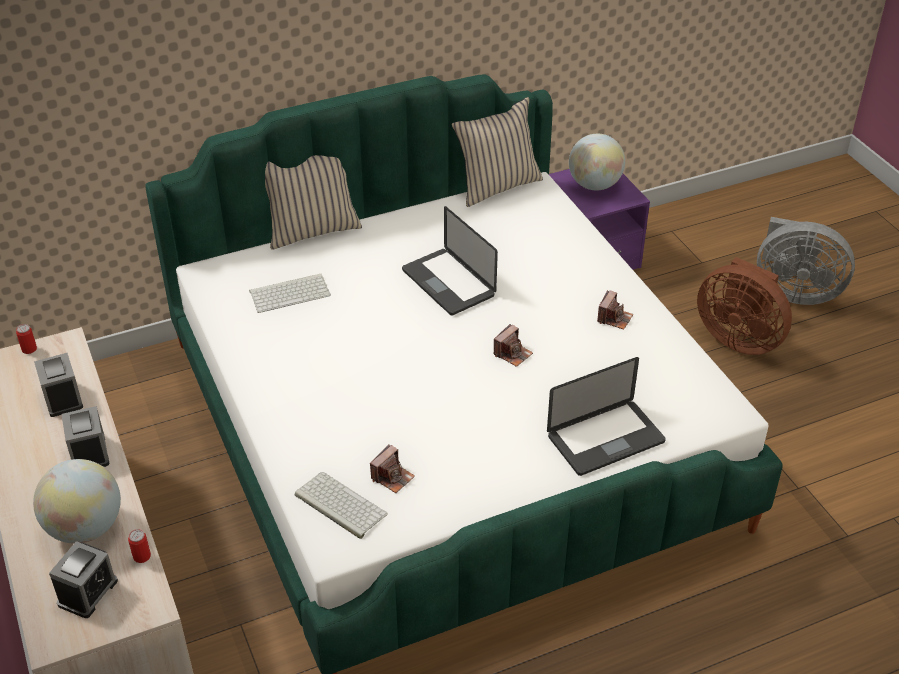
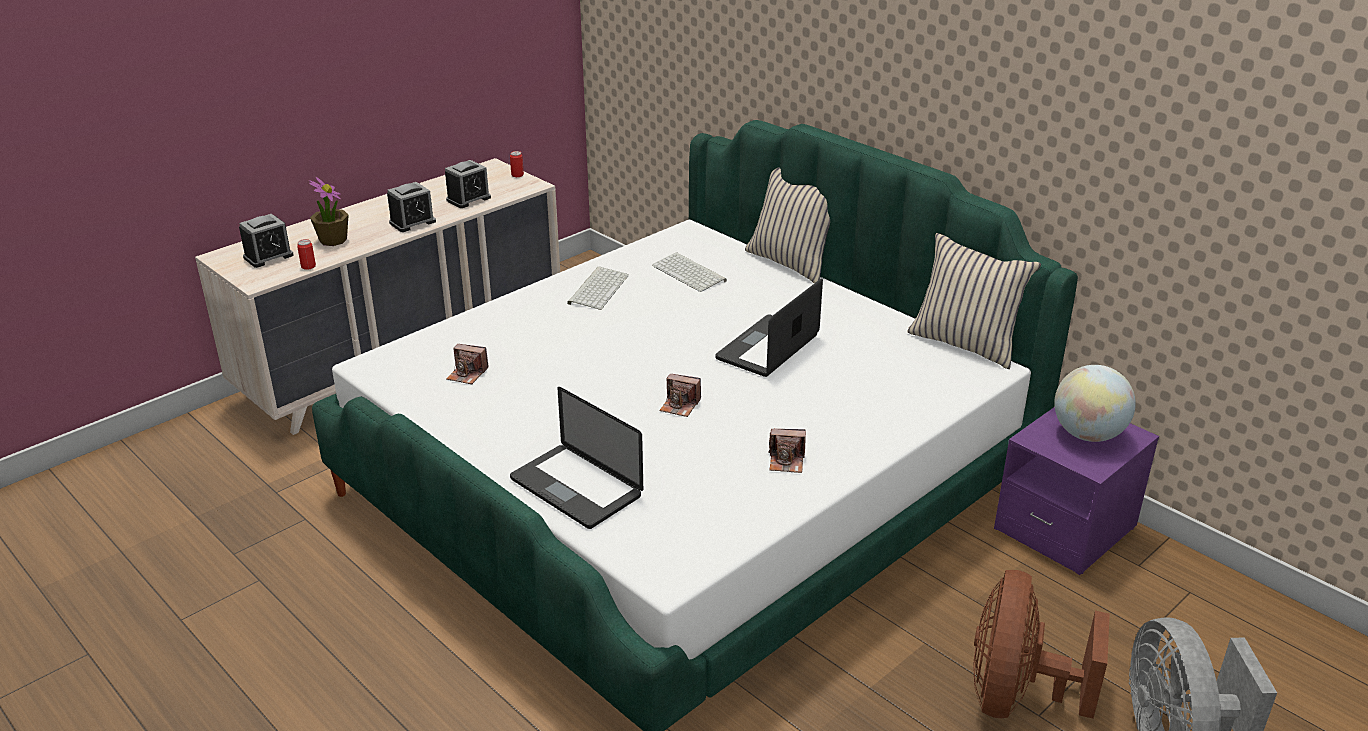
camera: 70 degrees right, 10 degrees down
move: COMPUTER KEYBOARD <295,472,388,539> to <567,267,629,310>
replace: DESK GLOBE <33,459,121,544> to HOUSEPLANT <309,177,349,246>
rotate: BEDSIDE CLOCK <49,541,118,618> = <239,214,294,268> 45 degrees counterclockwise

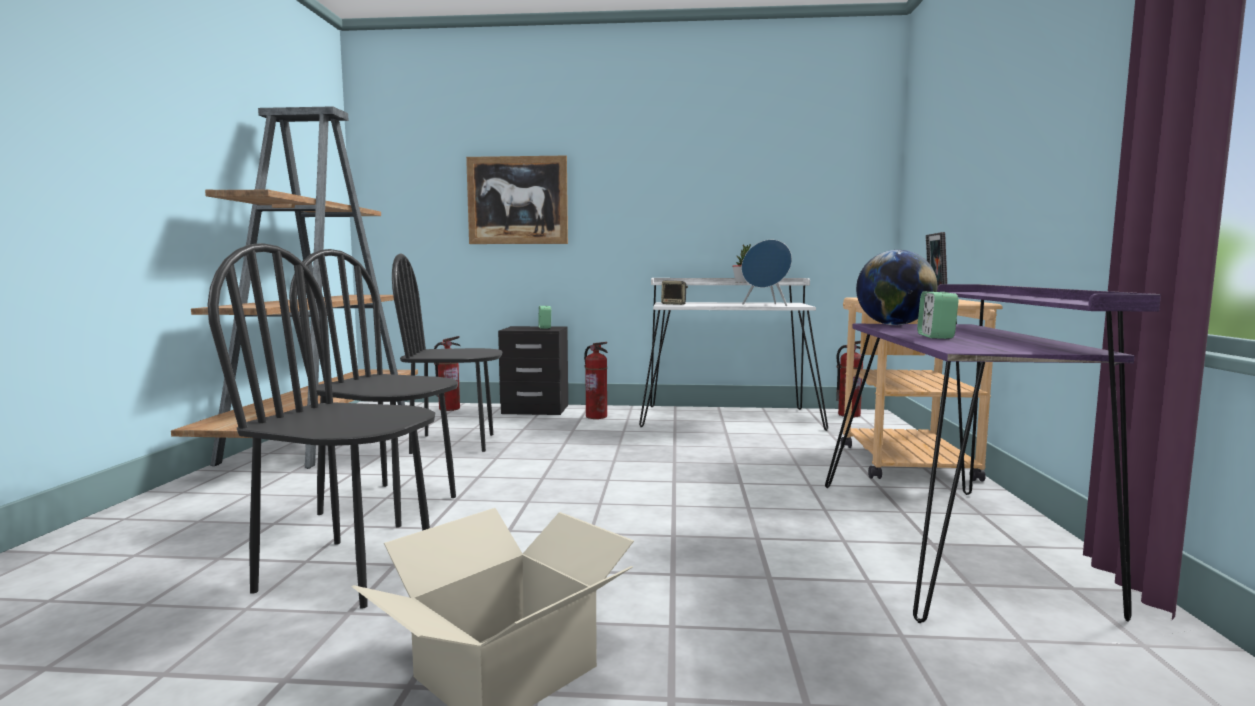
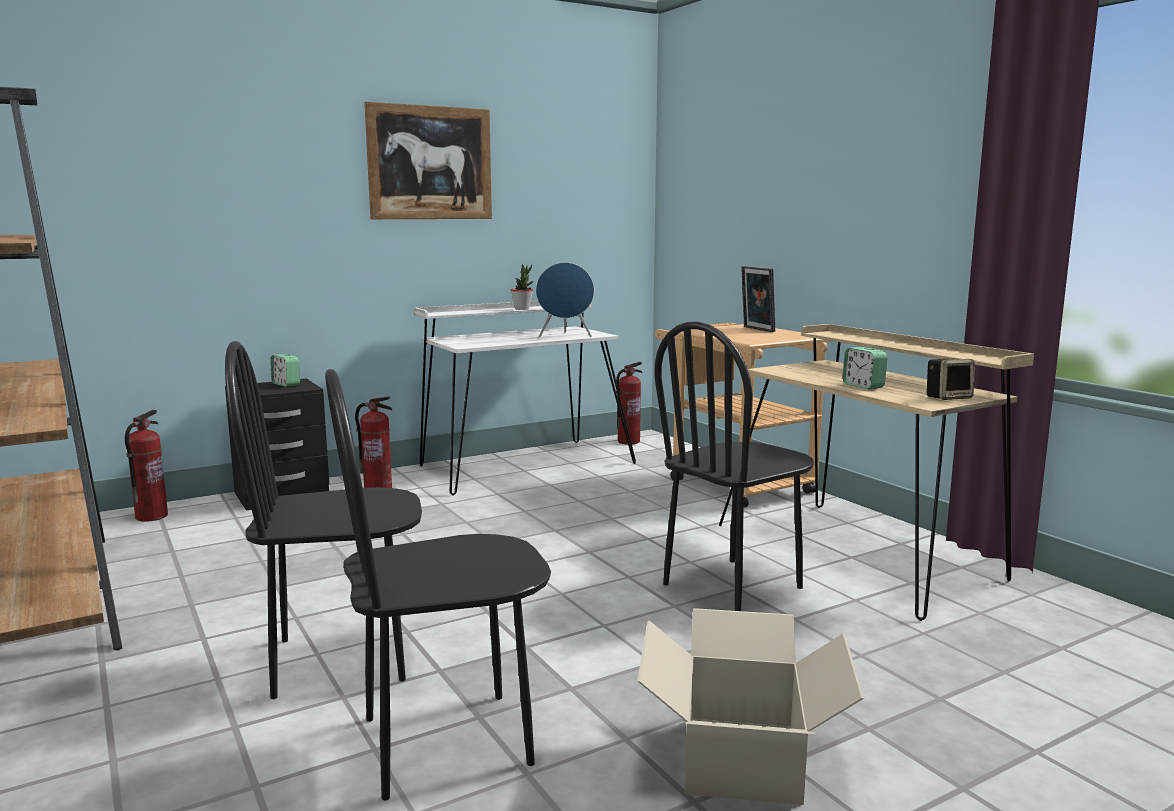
camera: 35 degrees left, 5 degrees up
delete: DESK GLOBE <856,250,937,325>
move: WALL ART <466,156,568,244> to <364,102,492,219>; BLACKISH CHAIR <392,253,502,454> to <654,322,814,611>; AUDIO SPEAKER <661,281,688,305> to <927,358,975,400>
recolor: PURPLE-COLOURED DESK <825,284,1161,623> to BEIGE DESK <719,324,1034,621>

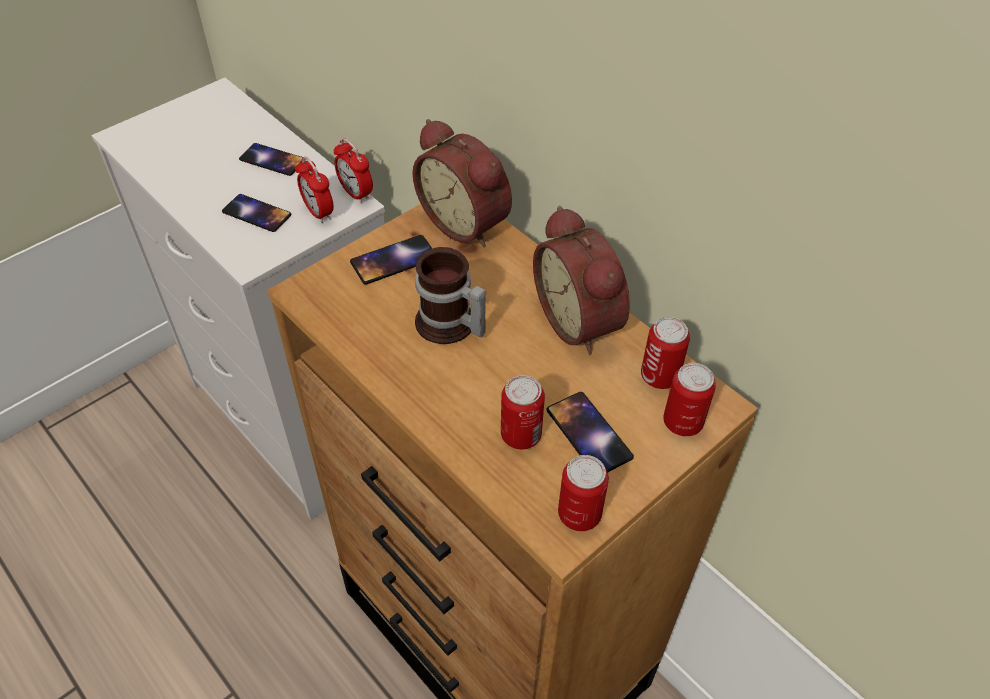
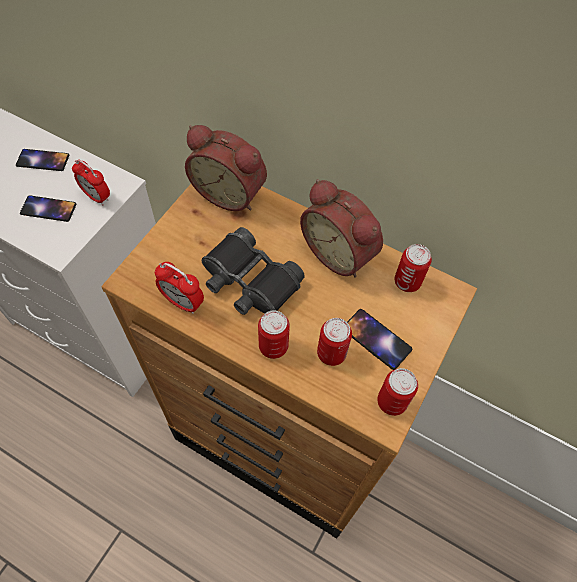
camera: 20 degrees left, 10 degrees up
delete: HANDSET <350,235,432,285>
move: BEDSIDE CLOCK <334,138,373,203> to <155,262,204,314>; CAN <663,363,716,436> to <258,310,290,359>
replace: COFFEE MUG <415,247,486,344> to BLACKISH FIELD GLASSES <202,227,305,315>

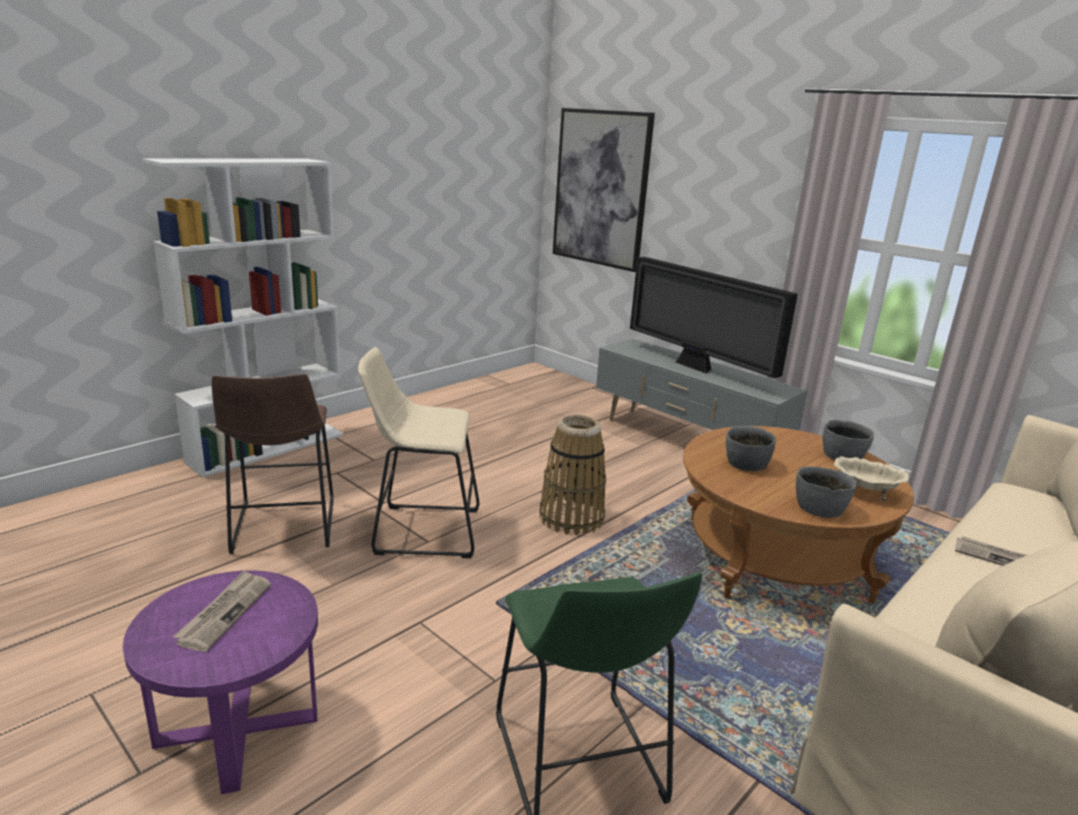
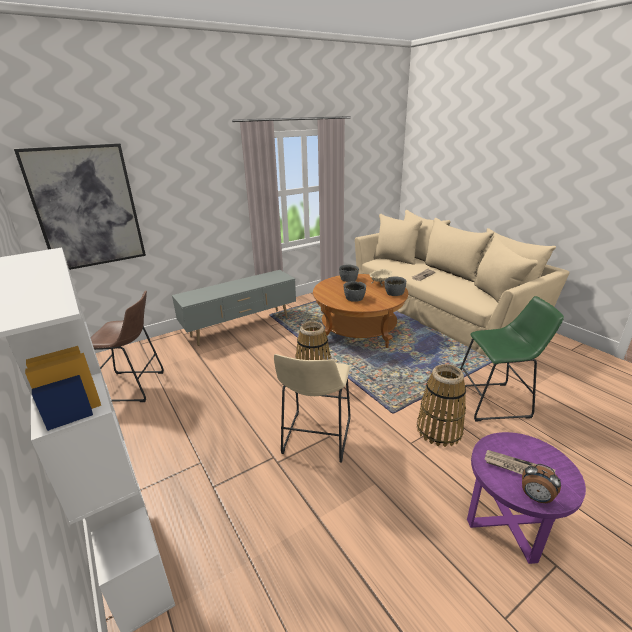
camera: 75 degrees left, 5 degrees up
delete: TV SET <630,257,798,378>
insert: STORAGE BASKET <417,364,466,447>; BEDSIDE CLOCK <522,464,561,504>
move: BROWN-COLOURED STOOL <211,374,334,554> to <91,291,164,402>

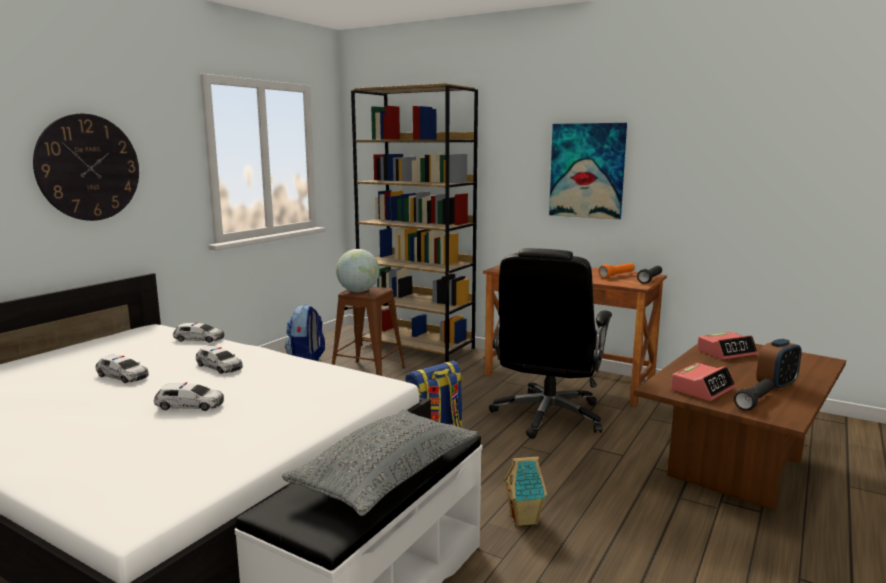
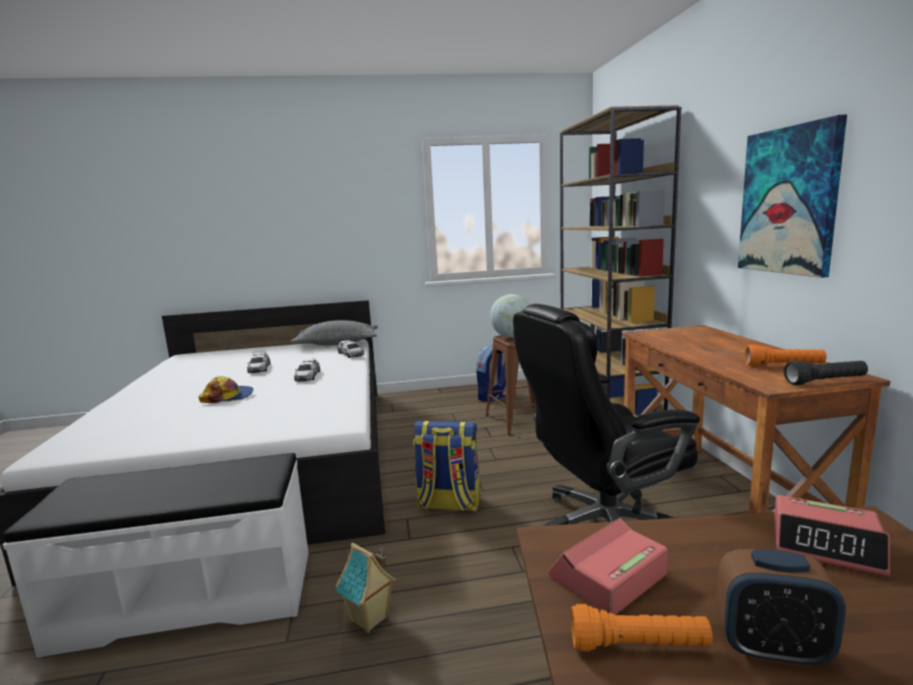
camera: 50 degrees right, 0 degrees up
delete: WALL CLOCK <33,113,139,221>
move: GREYISH THROW PILLOW <282,409,478,516> to <291,320,378,346>
replace: TOY CAR <154,382,224,411> to CAP <199,376,253,403>
recolor: BLACKISH FLASHLIGHT <734,378,775,411> to ORANGE-COLOURED FLASHLIGHT <571,604,713,652>
rotate: BEDSIDE CLOCK <671,363,736,401> = <548,518,668,614> 135 degrees clockwise

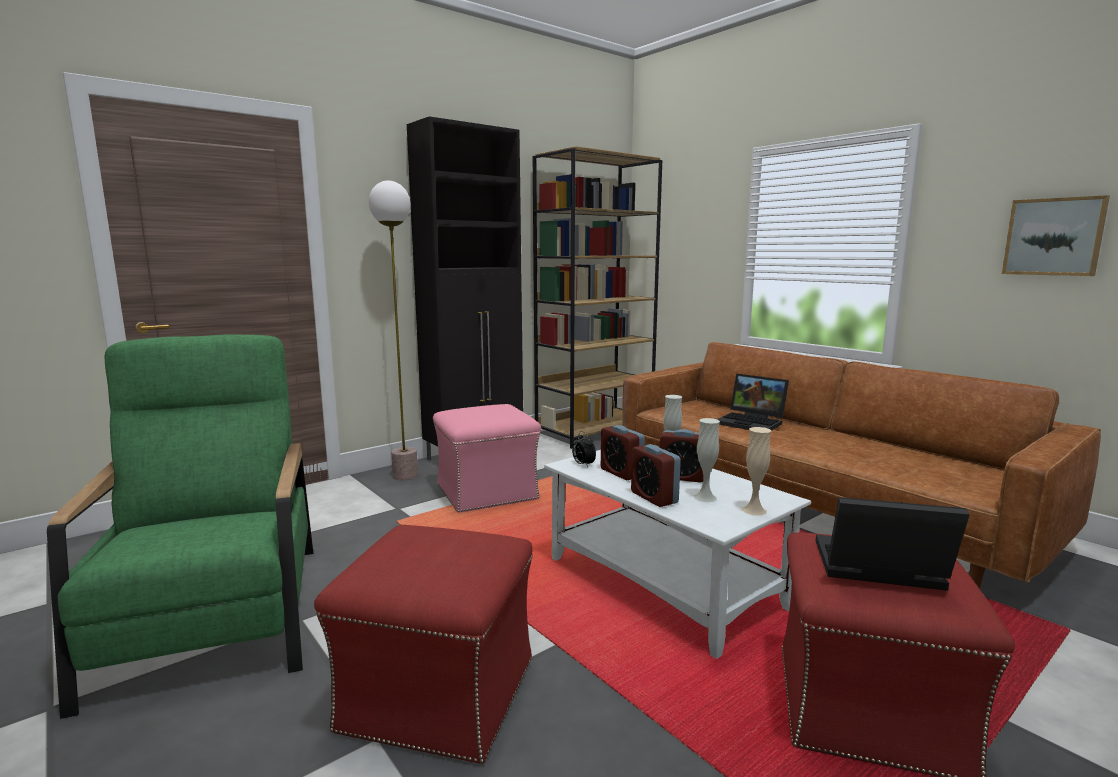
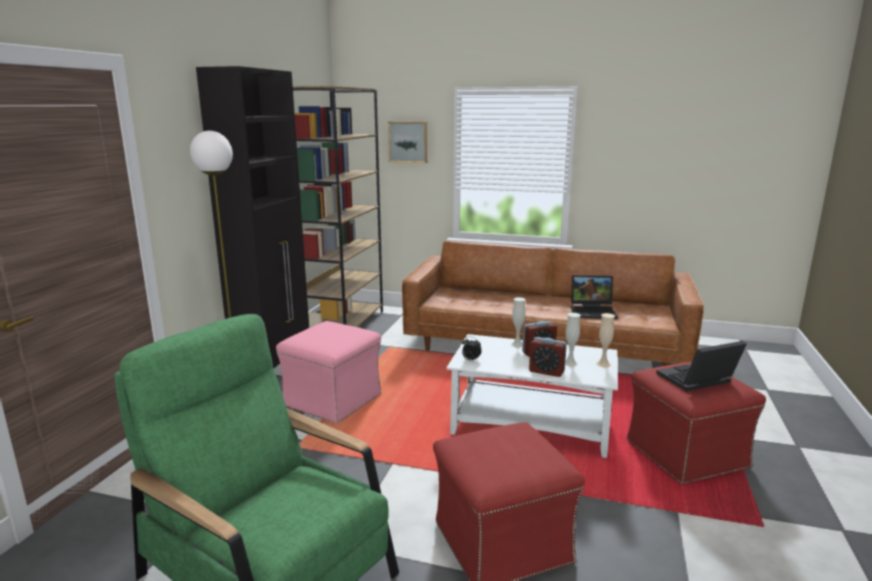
camera: 35 degrees left, 5 degrees up
delete: BEDSIDE CLOCK <601,425,645,480>
move: WALL ART <1002,195,1110,276> to <388,122,427,163>; LAPTOP <717,373,789,431> to <571,275,618,319>

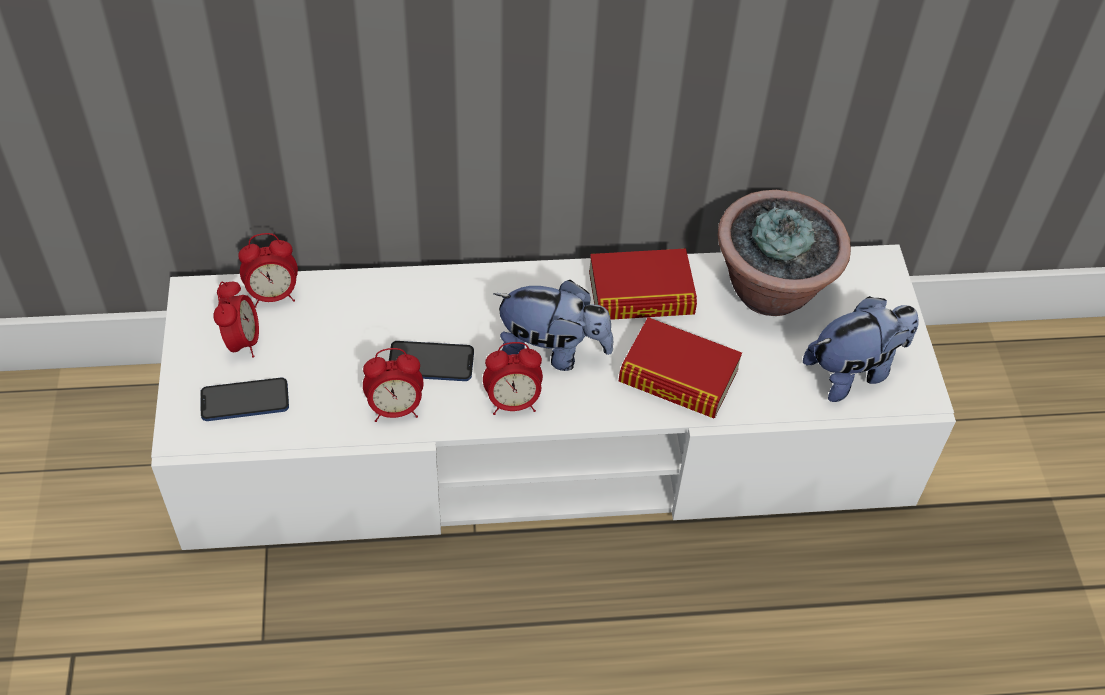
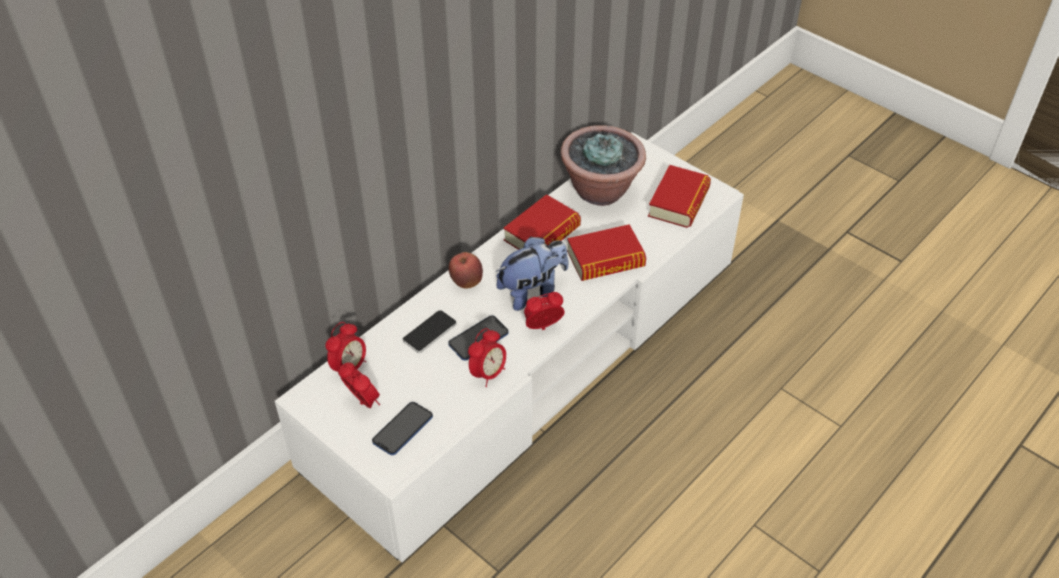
camera: 40 degrees left, 5 degrees down
insert: HANDSET <403,310,457,353>; WHOLE APPLE <449,252,483,289>
replace: PLUSH TOY <803,296,919,402> to VOLUME <648,165,711,228>
rotate: BEDSIDE CLOCK <483,342,543,415> = <524,292,565,330> 150 degrees counterclockwise

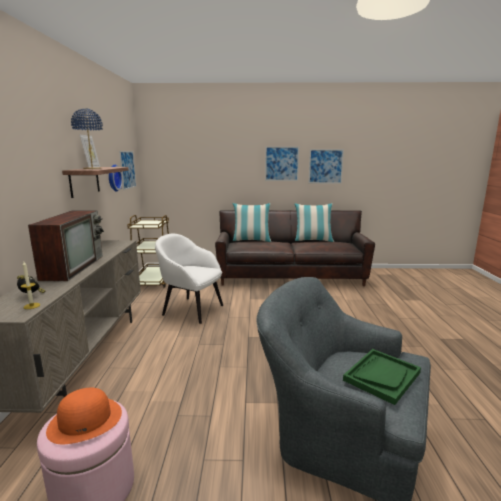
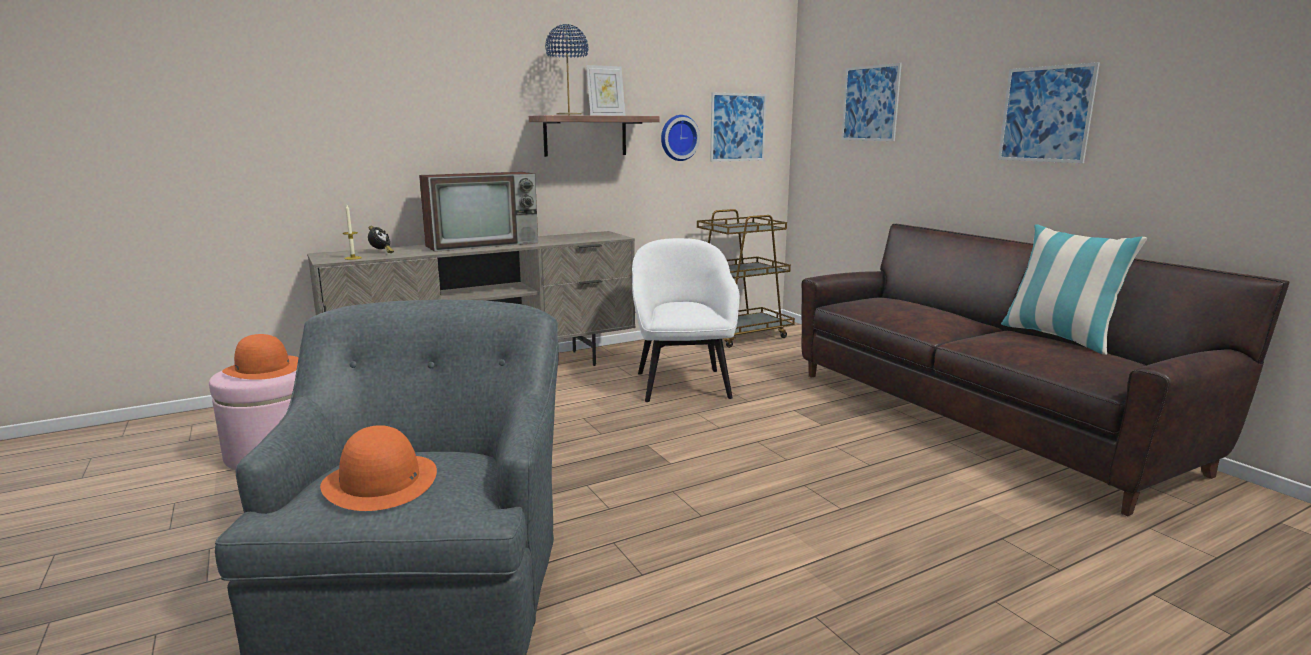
camera: 60 degrees right, 0 degrees up
delete: THROW PILLOW <232,203,272,242>
move: WALL ART <308,149,344,183> to <841,63,902,141>
replace: GREEN TRAY <343,349,421,405> to ORANGE-COLOURED HAT <320,425,437,511>

